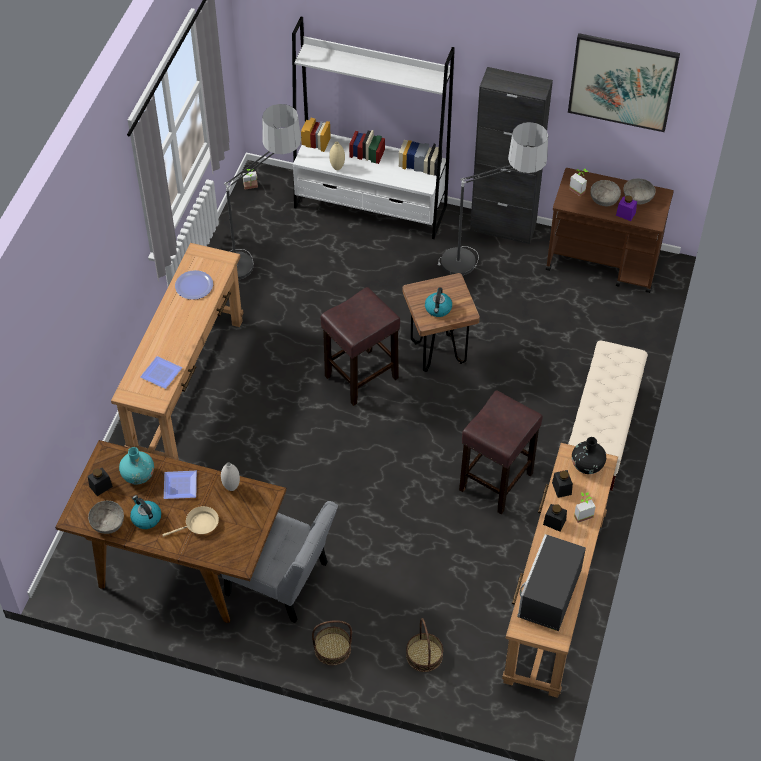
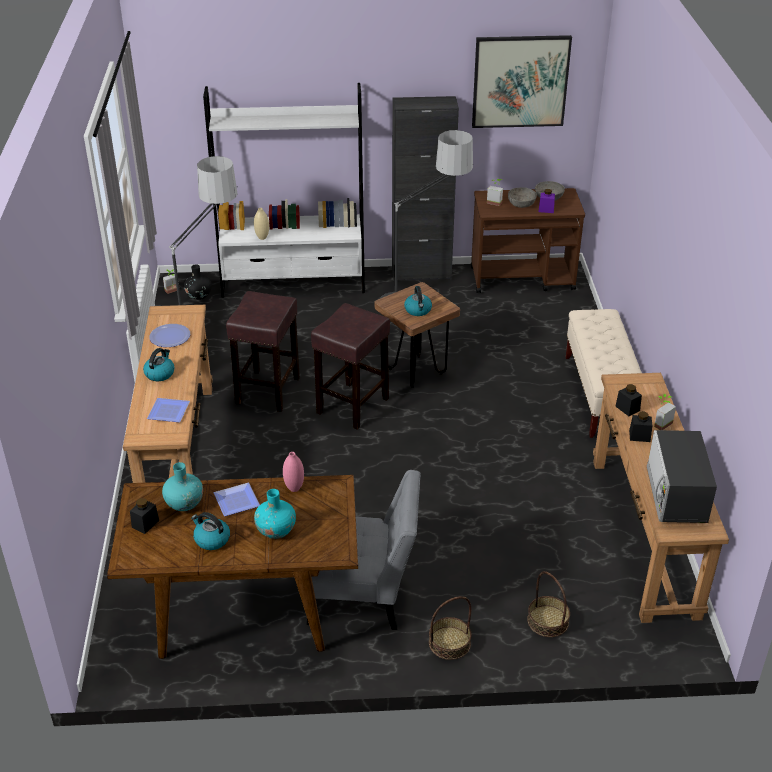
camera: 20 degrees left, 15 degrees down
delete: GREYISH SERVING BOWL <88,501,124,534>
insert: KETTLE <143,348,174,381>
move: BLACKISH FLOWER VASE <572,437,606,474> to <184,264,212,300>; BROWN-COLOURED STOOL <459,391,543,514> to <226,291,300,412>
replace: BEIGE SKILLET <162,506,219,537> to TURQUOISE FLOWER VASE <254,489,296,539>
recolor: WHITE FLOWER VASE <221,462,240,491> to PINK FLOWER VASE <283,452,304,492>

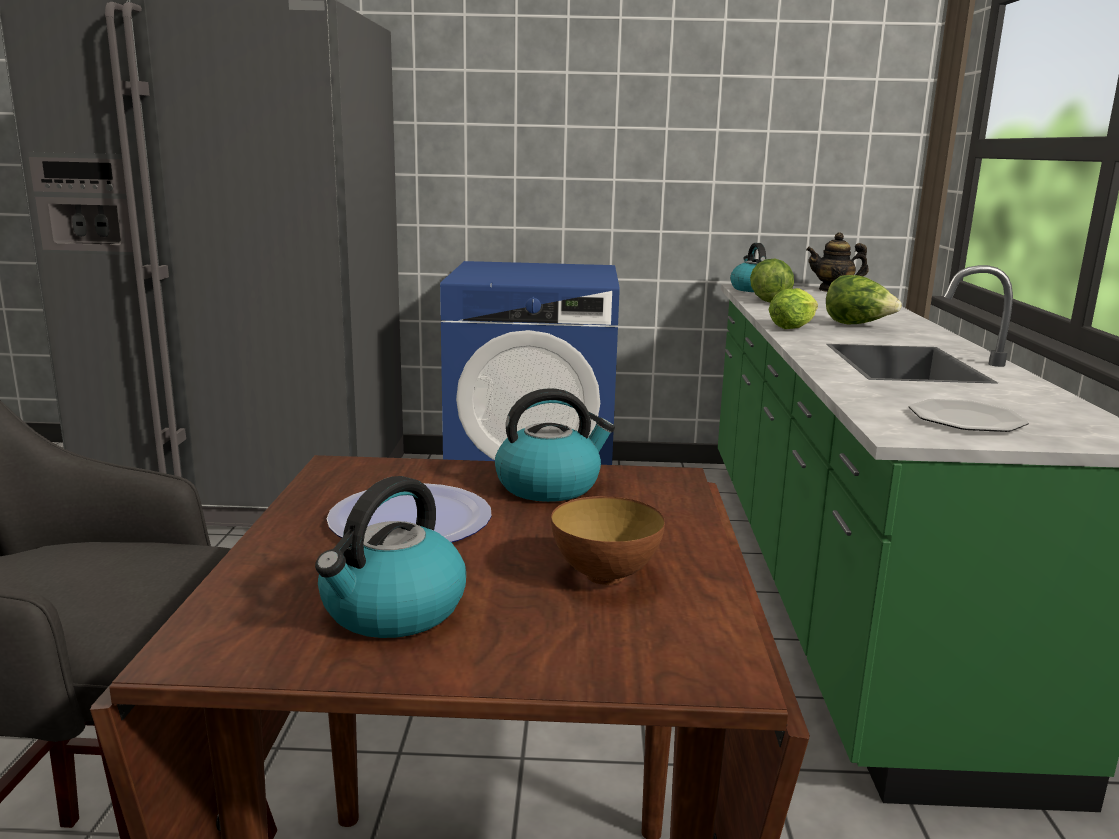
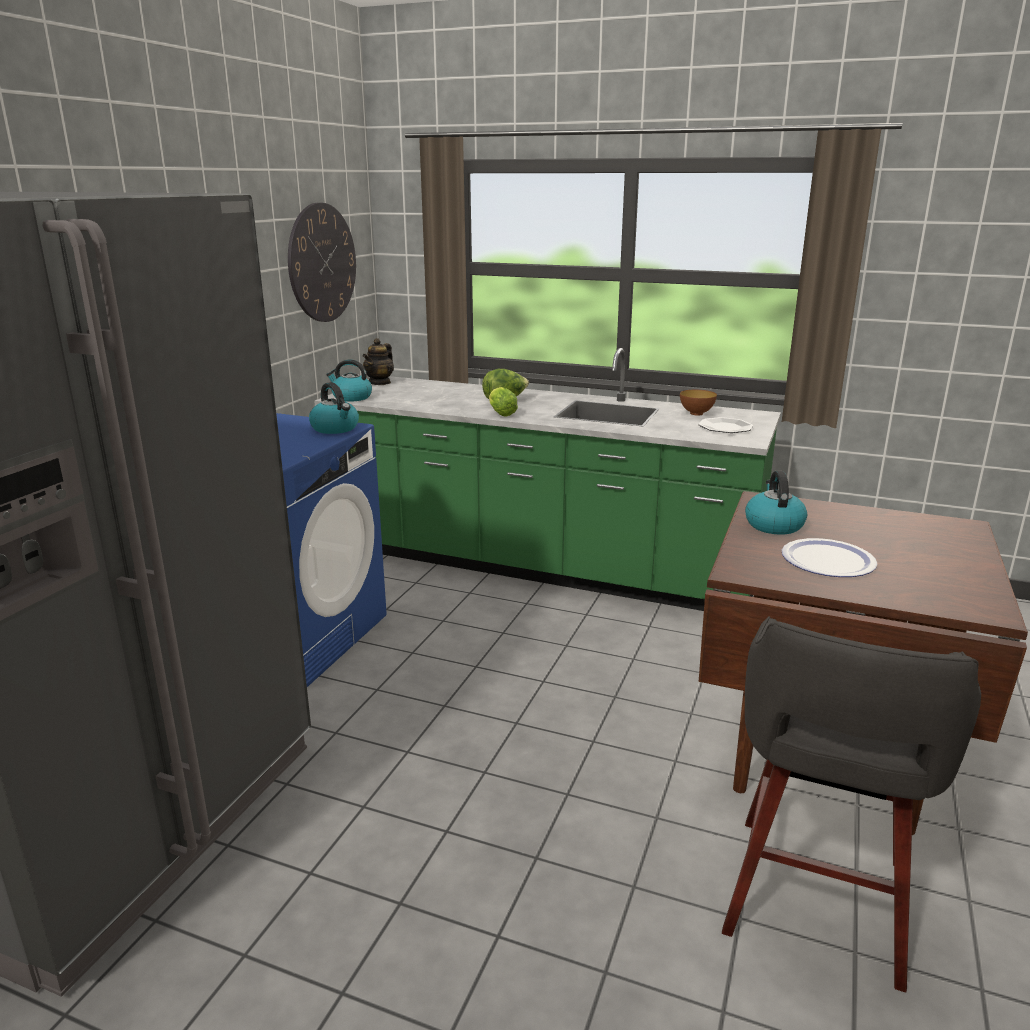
camera: 70 degrees left, 5 degrees up
delete: LETTUCE <750,259,794,303>
insert: WALL CLOCK <288,202,356,322>
move: KETTLE <315,476,466,638> to <309,382,359,434>; SERVING BOWL <551,496,665,585> to <680,390,717,416>

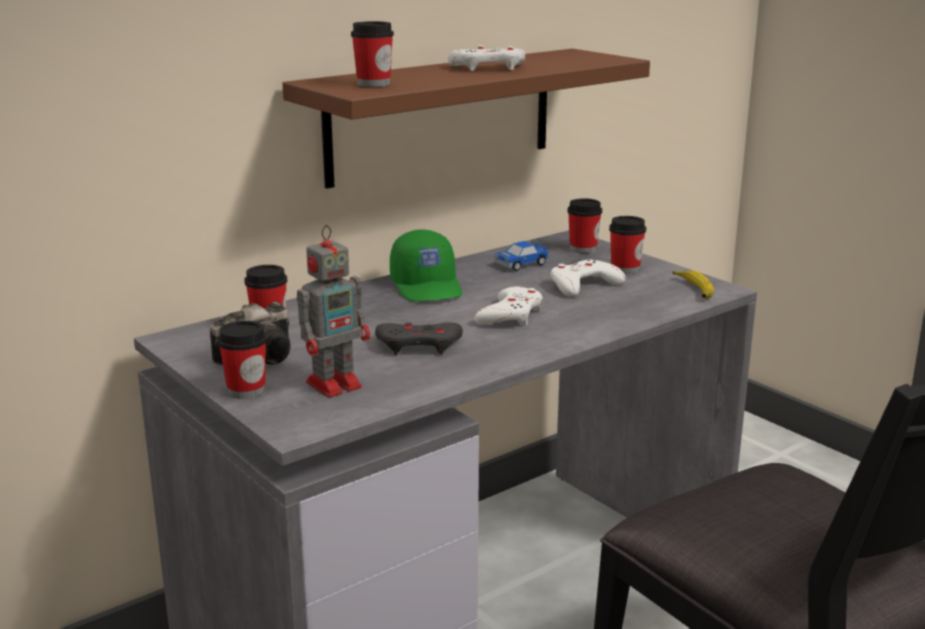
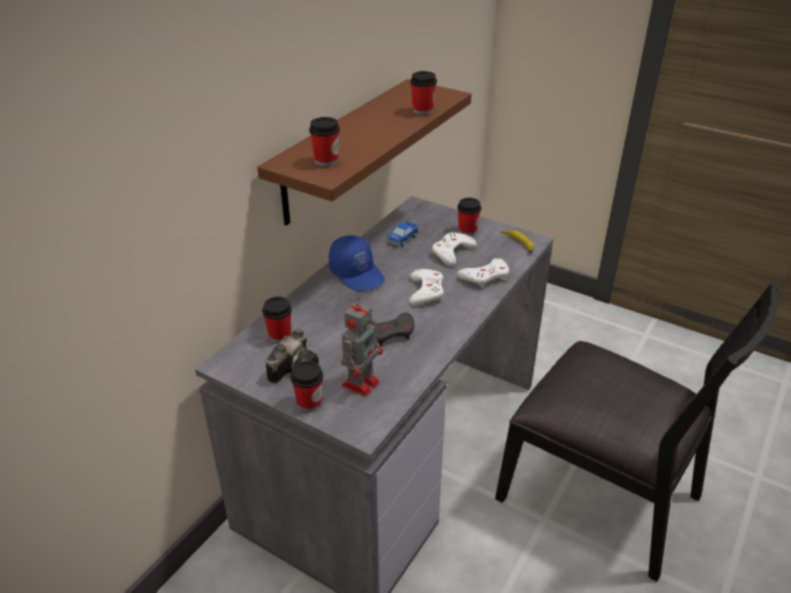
camera: 20 degrees left, 15 degrees up
move: CUP <568,198,602,253> to <410,71,437,115>; WHITE GAMEPAD <448,45,525,71> to <457,258,509,288>
recolor: GREEN CAP <390,229,462,302> to BLUE CAP <329,235,385,291>

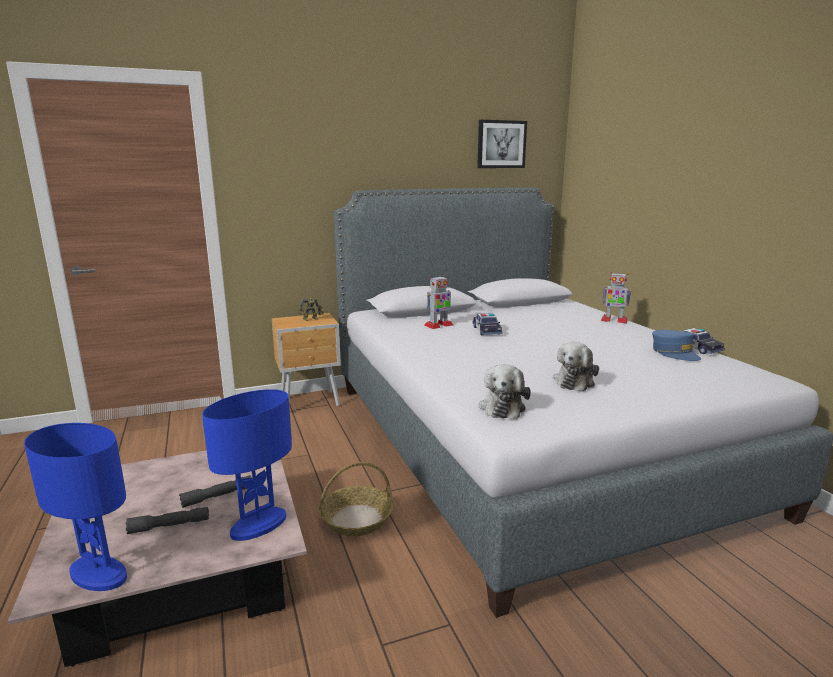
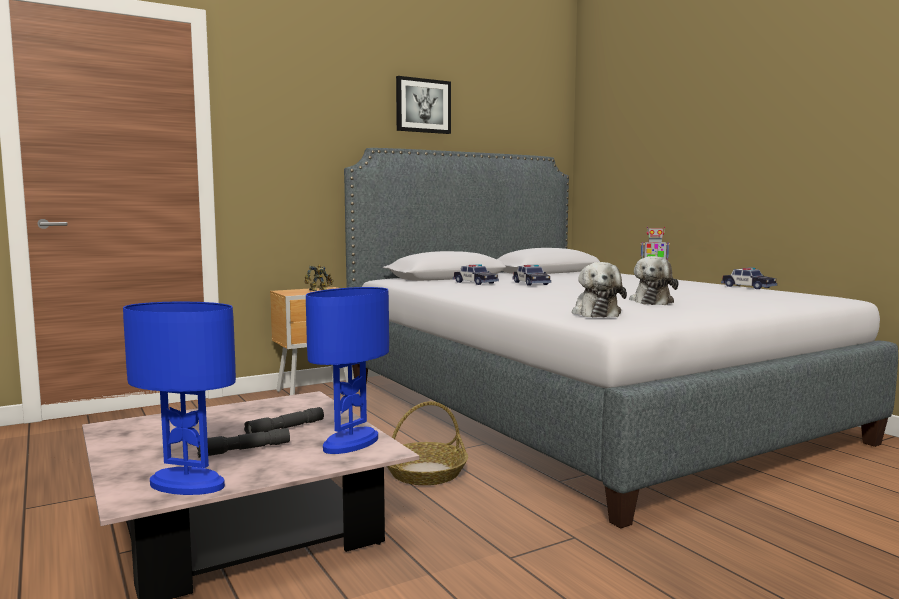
camera: 10 degrees left, 10 degrees down
delete: BLUE CAP <652,330,701,361>
move: WALL ART <477,120,527,168> to <396,76,451,134>
replace: TOY ROBOT <424,275,453,329> to TOY CAR <453,264,499,285>

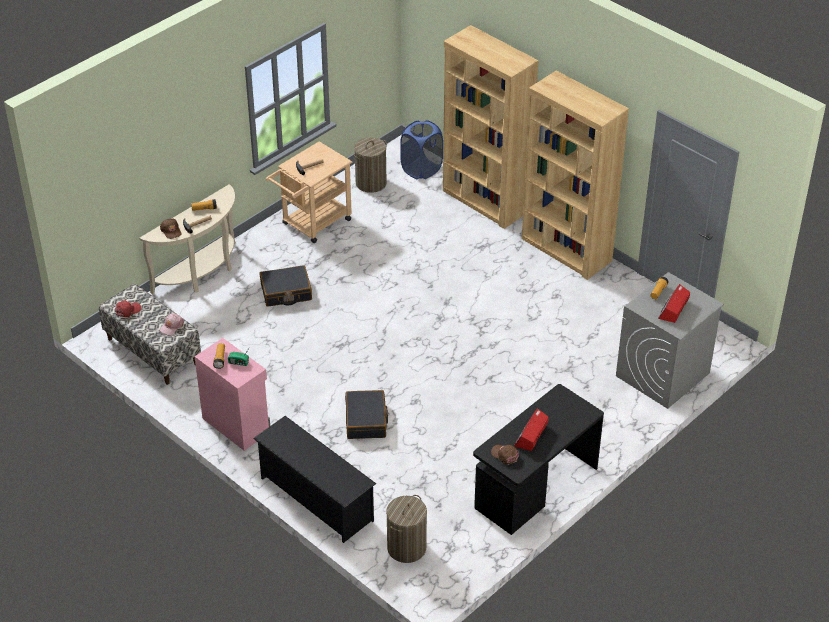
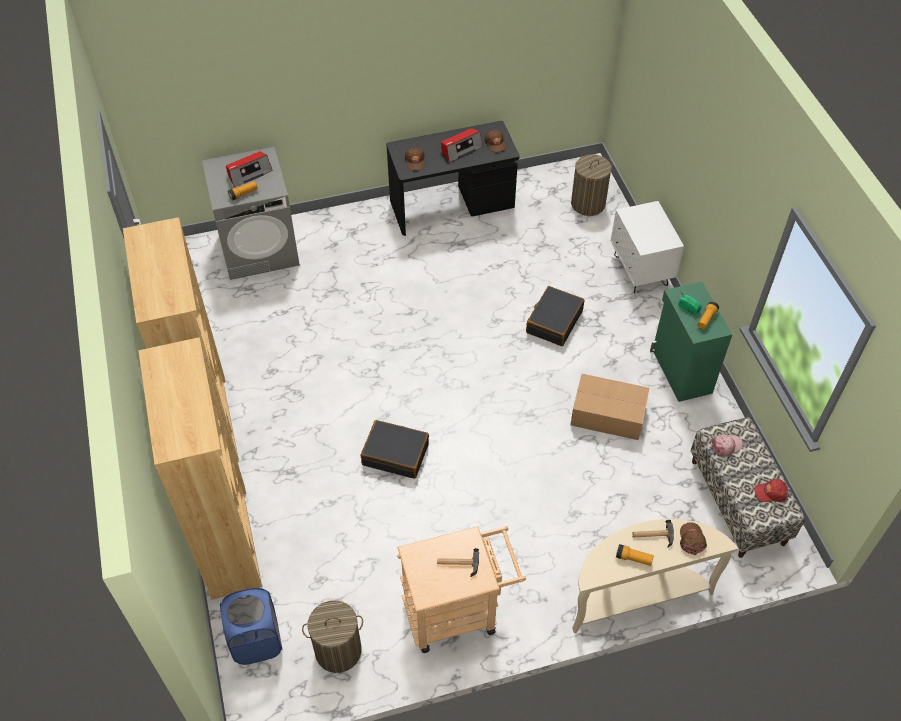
camera: 150 degrees left, 10 degrees up
insert: BROWN-COLOURED CAP <405,148,425,170>; PACKING BOX <571,374,649,440>
move: BLACKISH SUITCASE <260,265,312,307> to <361,420,429,479>
replace: BLACKISH SHOE STAND <253,416,376,543> to WHITE BEDSIDE TABLE <611,201,684,293>
recolor: PINK CABINET <194,338,270,451> to GREEN CABINET <650,282,733,402>

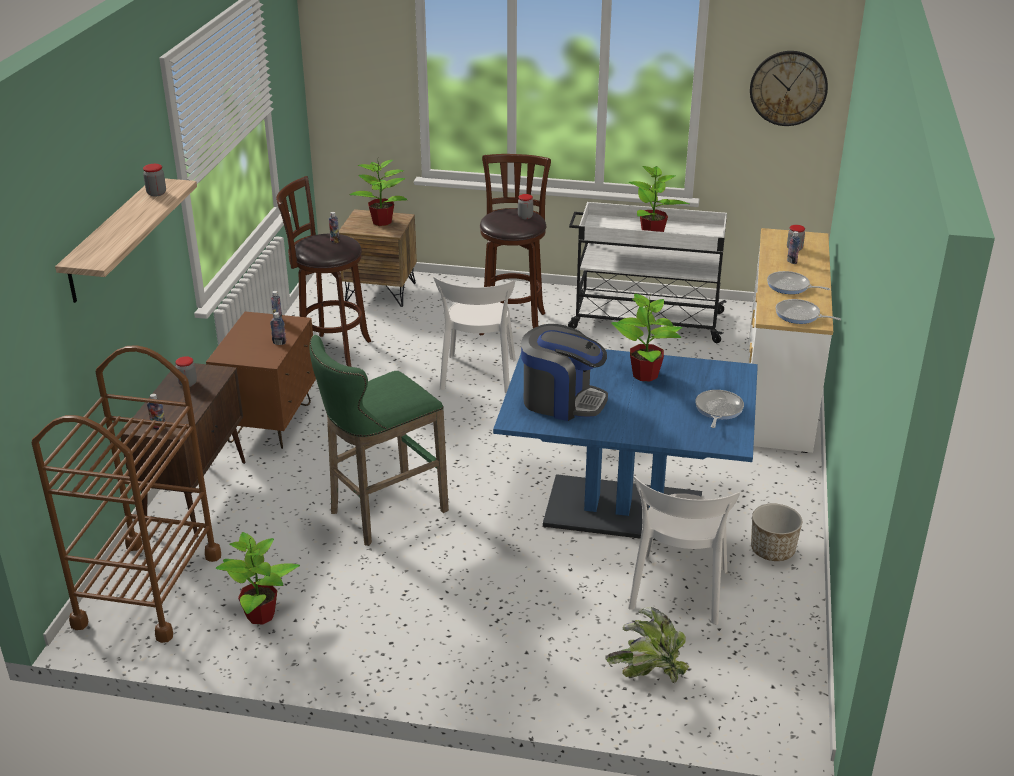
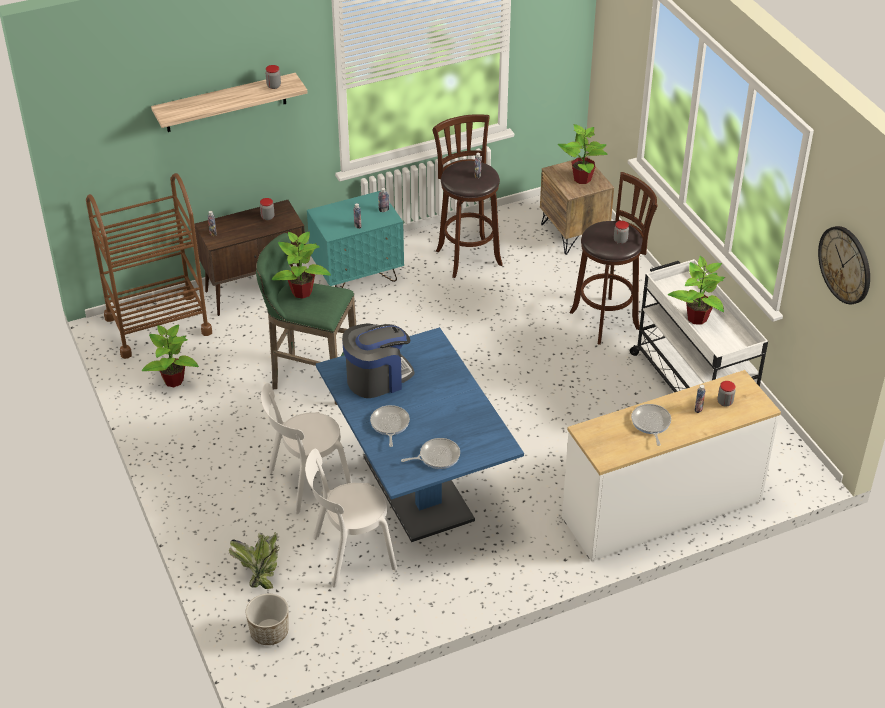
camera: 55 degrees right, 10 degrees up
move: PLANTER <751,503,802,561> to <246,594,288,645>; WHITE CHAIR <434,277,516,393> to <261,383,352,514>; HOUSEPLANT <611,293,682,381> to <272,232,331,299>; SKILLET <776,299,841,324> to <370,405,410,447>
recolor: BROWN-COLOURED BEDSIDE TABLE <206,311,316,449> to TURQUOISE BEDSIDE TABLE <307,191,404,288>
rotate: COFFEE MACHINE <521,324,608,421> = <342,323,414,398> 105 degrees counterclockwise

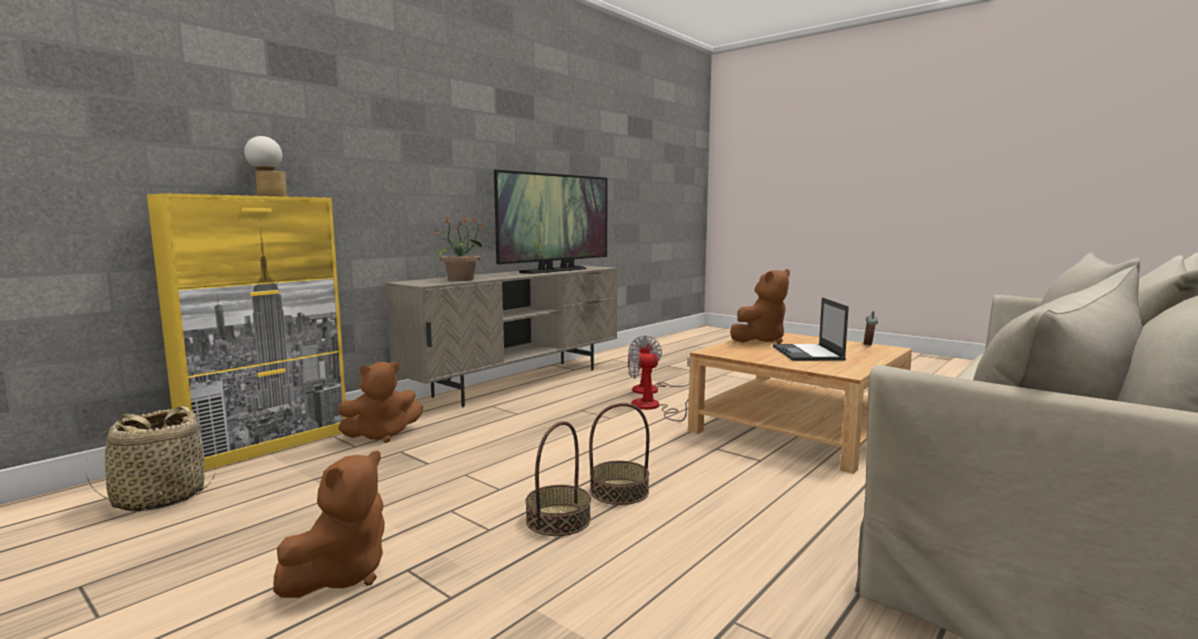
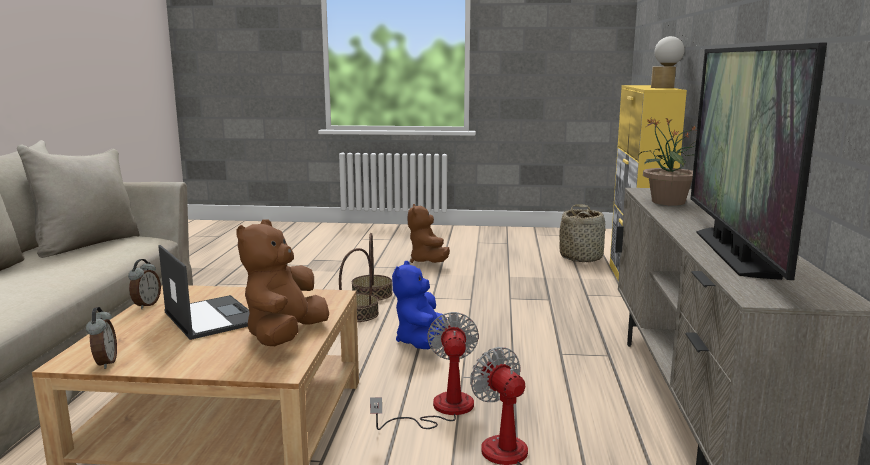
camera: 145 degrees right, 5 degrees up
delete: BROWN-COLOURED PLUSH TOY <338,362,423,443>
insert: BEDSIDE CLOCK <128,259,161,309>; BLUE PLUSH TOY <392,261,446,349>
rotate: ELECTRIC FAN <628,343,689,421> = <370,312,479,430> 60 degrees counterclockwise

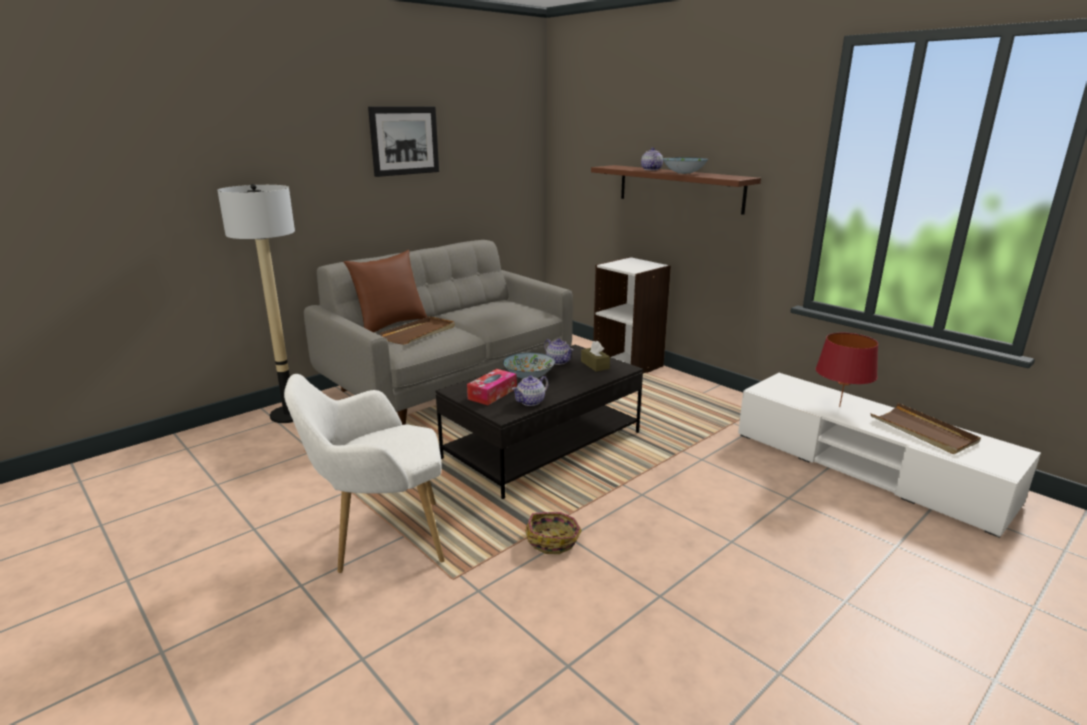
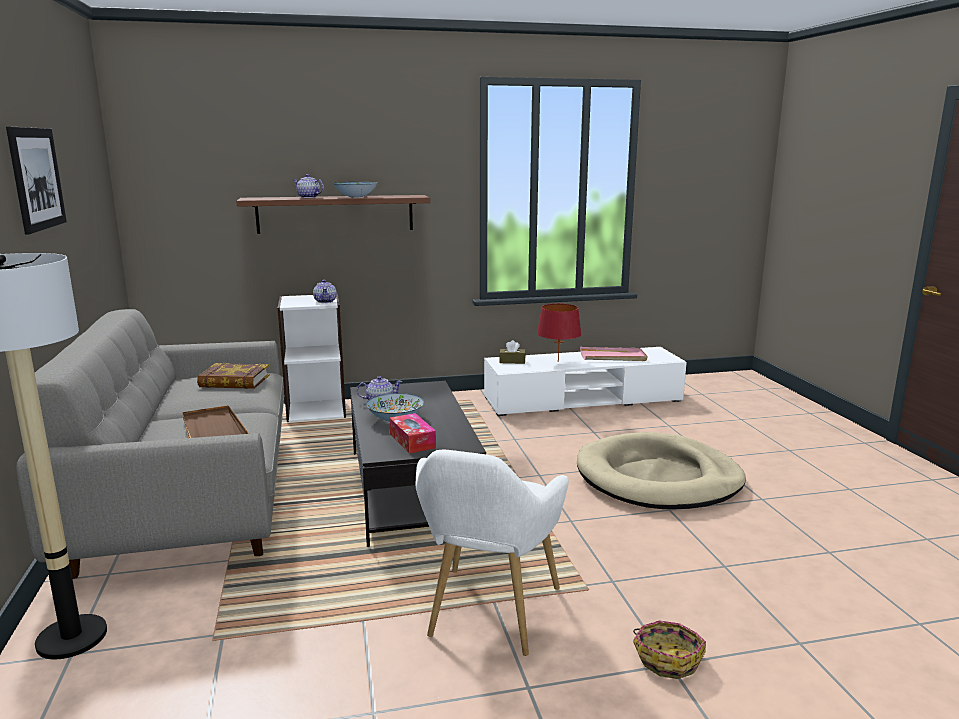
camera: 60 degrees left, 5 degrees down
delete: BROWN-COLOURED THROW PILLOW <344,250,428,332>
insert: VOLUME <197,363,270,389>; BEIGE PET BED <577,432,746,509>
move: TEA POT <512,375,549,406> to <313,280,337,303>; BROWN-COLOURED TISSUE BOX <581,341,610,372> to <499,340,526,364>; STORAGE BASKET <525,512,582,554> to <633,621,706,679>
recolor: BROWN-COLOURED TRAY <871,403,981,454> to PINK TRAY <580,347,647,361>

